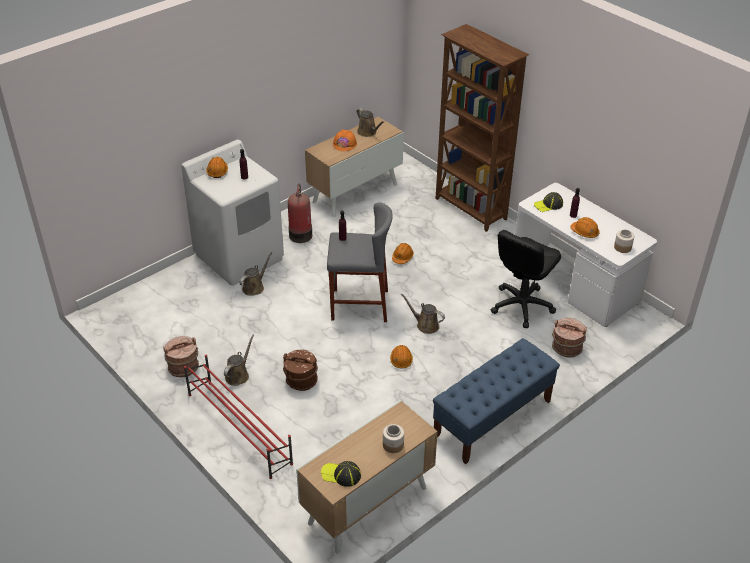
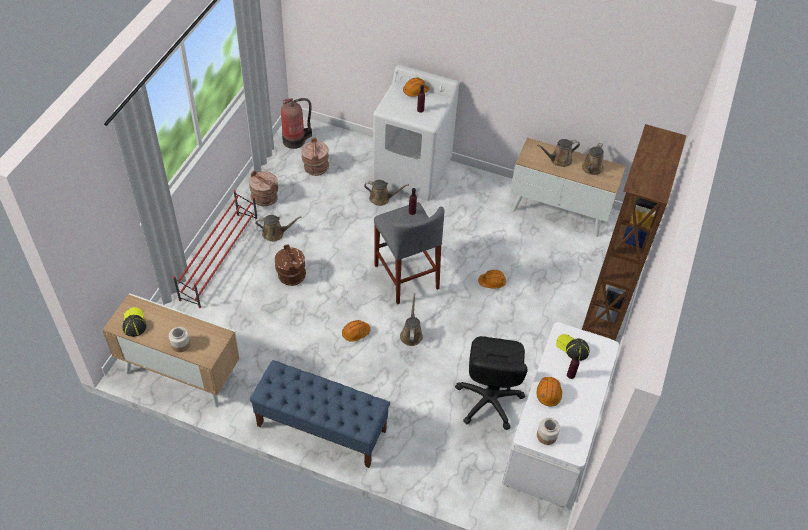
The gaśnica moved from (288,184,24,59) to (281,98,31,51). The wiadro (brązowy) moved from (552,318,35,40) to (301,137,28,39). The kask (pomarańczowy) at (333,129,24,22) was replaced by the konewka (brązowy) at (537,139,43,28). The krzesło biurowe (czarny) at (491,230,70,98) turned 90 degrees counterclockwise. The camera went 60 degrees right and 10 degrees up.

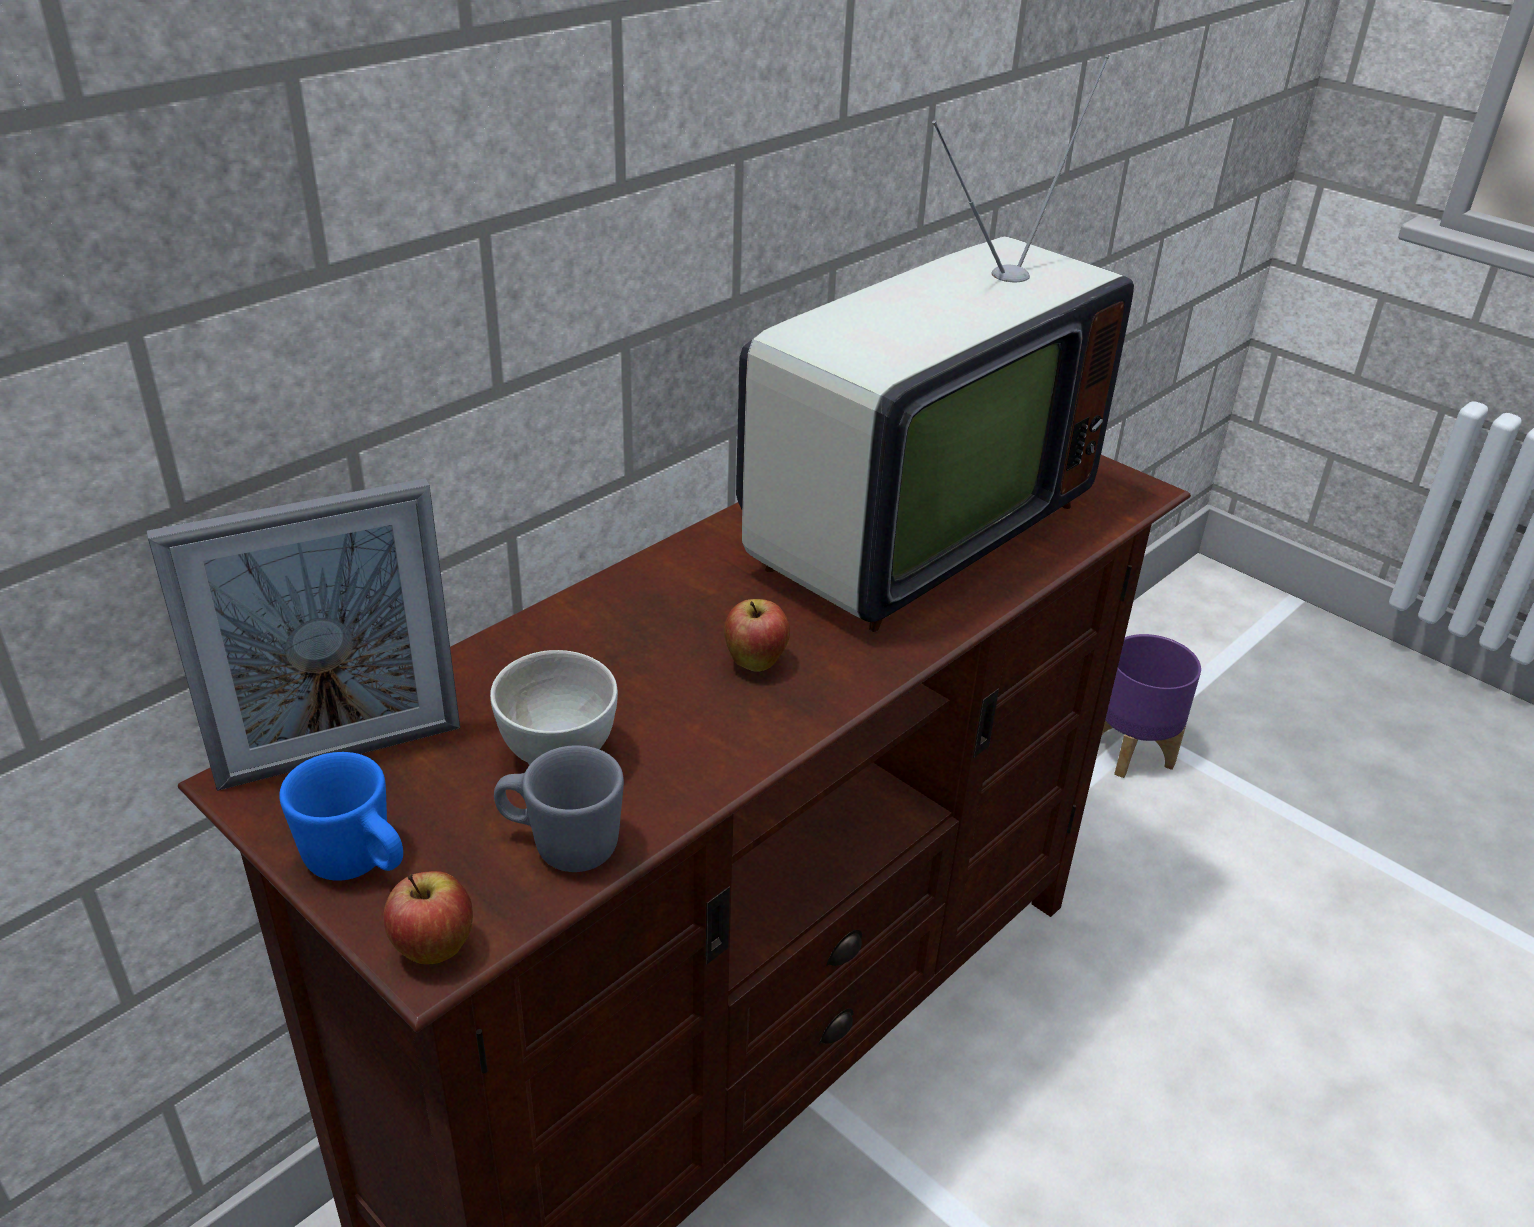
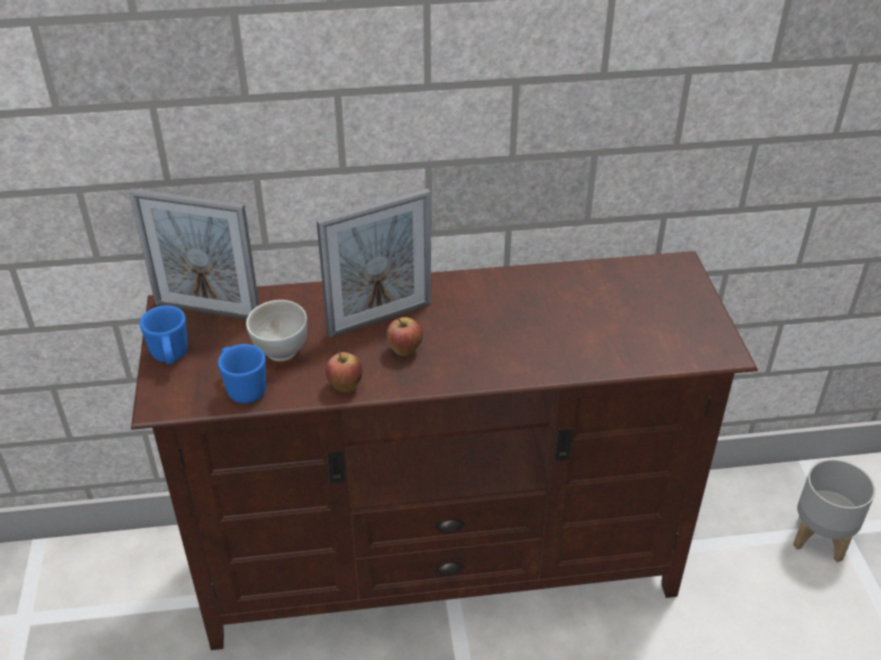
The telewizor at (736,54,398,578) disappeared. The ramka na zdjęcie at (316,188,115,150) appeared. The jabłko moved from (383,871,90,93) to (325,350,38,42). The kubek (szary) at (494,745,130,127) became the kubek (niebieski) at (218,344,48,59). The donica (fioletowy) at (1101,634,100,144) became the donica (szary) at (793,459,82,103). The camera went 40 degrees right and 5 degrees up.

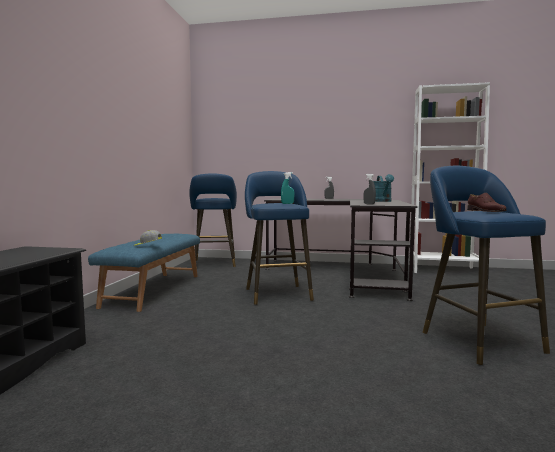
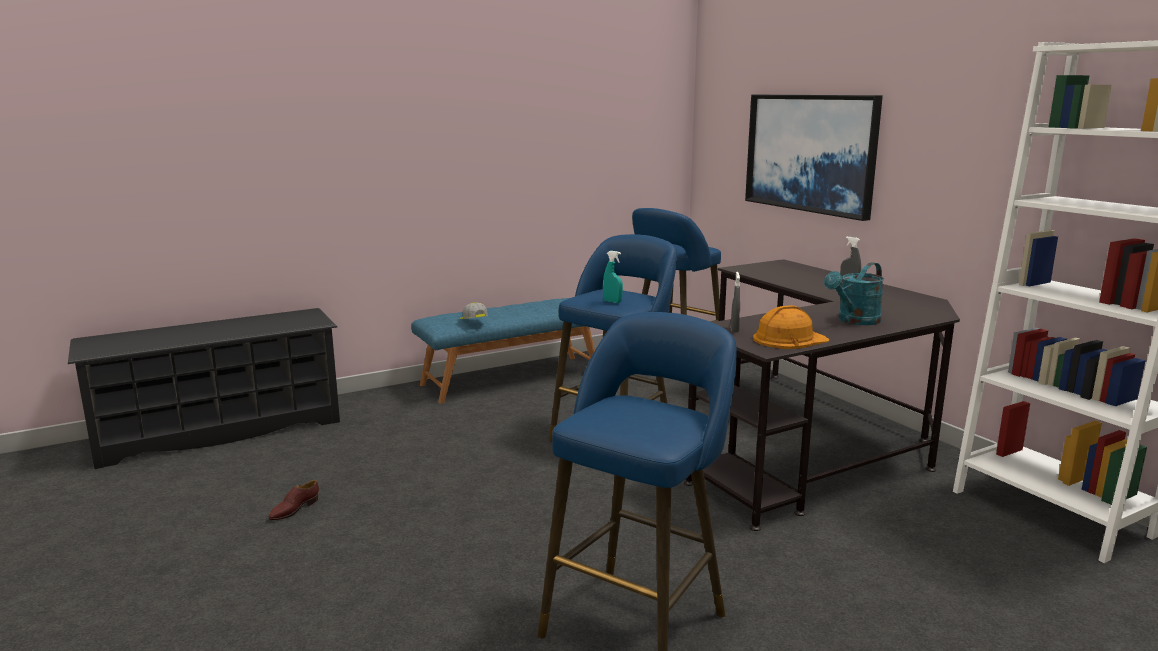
The obraz at (745,95,138,126) appeared. The kask (pomarańczowy) at (753,305,77,44) appeared. The but (brązowy) moved from (467,193,40,19) to (268,480,51,40). The camera went 50 degrees right and 10 degrees up.

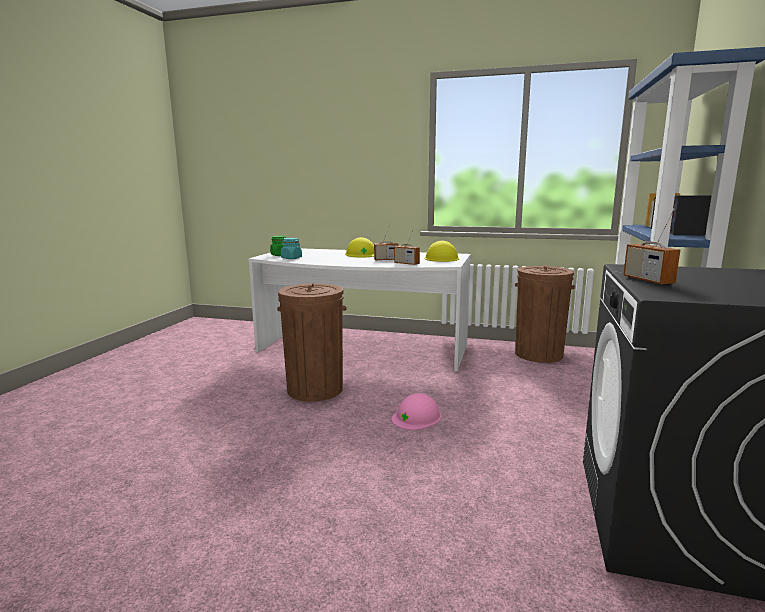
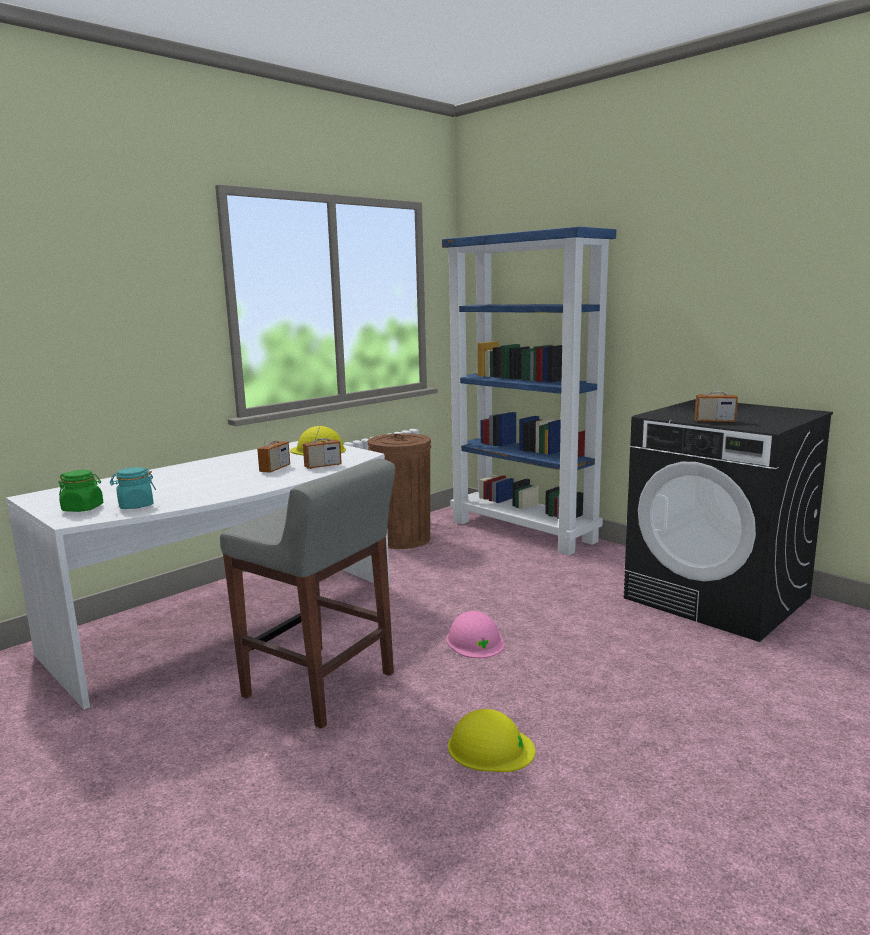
The kask (żółty) moved from (345,237,29,20) to (448,709,88,63). The kosz na śmieci (brązowy) at (277,283,70,118) was replaced by the stołek (szary) at (220,459,175,270). The camera went 60 degrees left and 0 degrees up.

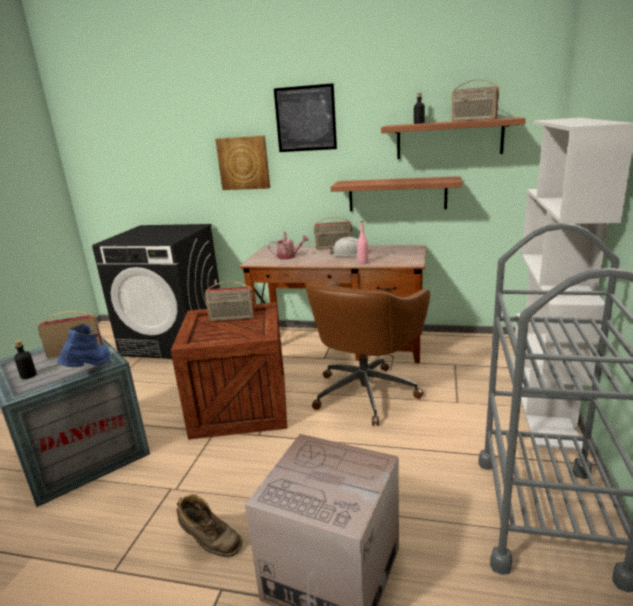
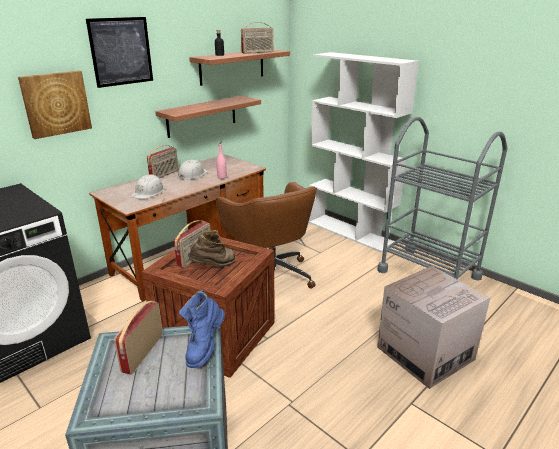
The butelka (czarny) at (14,340,23,39) disappeared. The but z cholewką (brązowy) moved from (177,494,66,63) to (188,230,48,37). The konewka at (268,231,41,29) was replaced by the kask (biały) at (131,174,33,25). The but z cholewką (niebieski) at (57,324,54,43) turned 120 degrees counterclockwise. The camera went 60 degrees left and 5 degrees up.

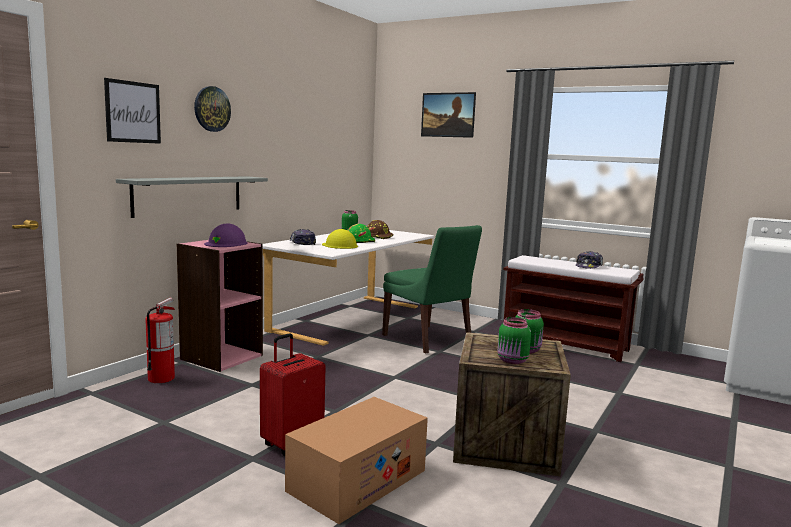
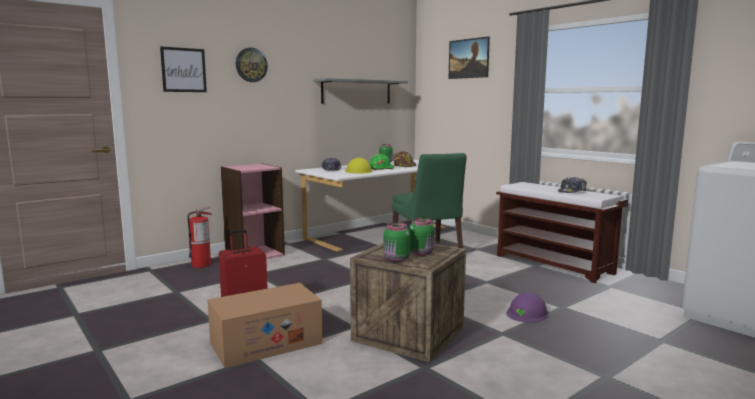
The półka (szary) moved from (116,176,152,42) to (313,78,95,26). The kask (fioletowy) moved from (204,223,44,24) to (506,292,43,31). The camera went 20 degrees right and 0 degrees up.

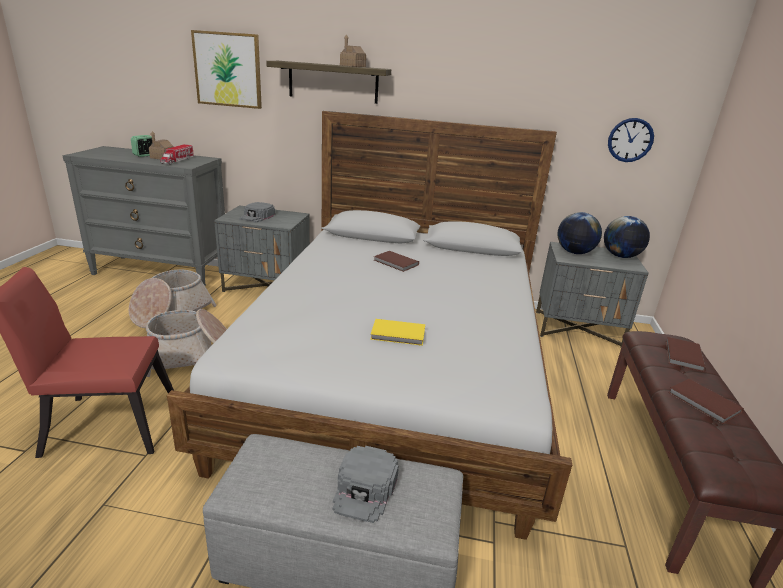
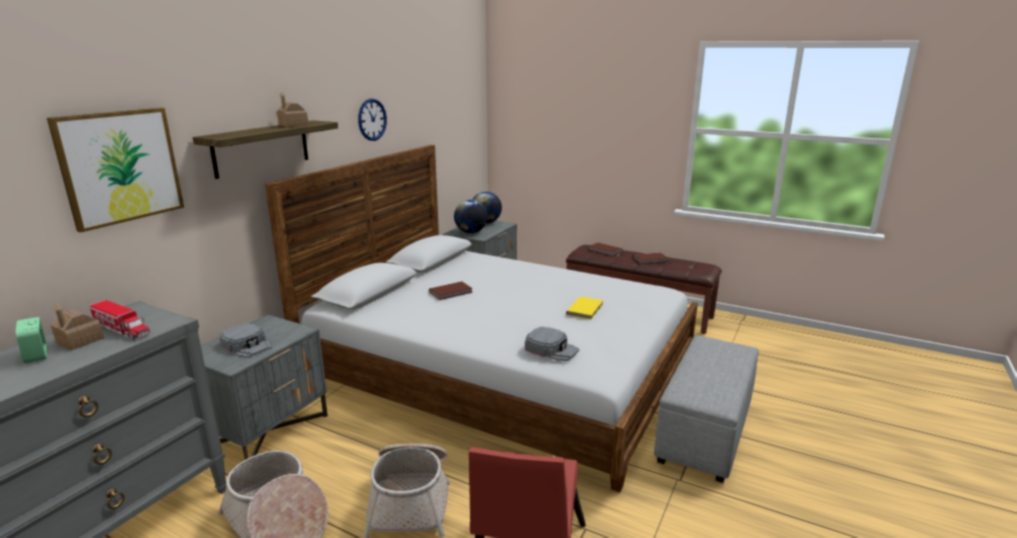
The czapka z daszkiem (szary) moved from (332,446,67,77) to (525,326,54,35). The zegar ścienny moved from (608,118,46,44) to (358,99,29,42). The camera went 70 degrees left and 5 degrees down.

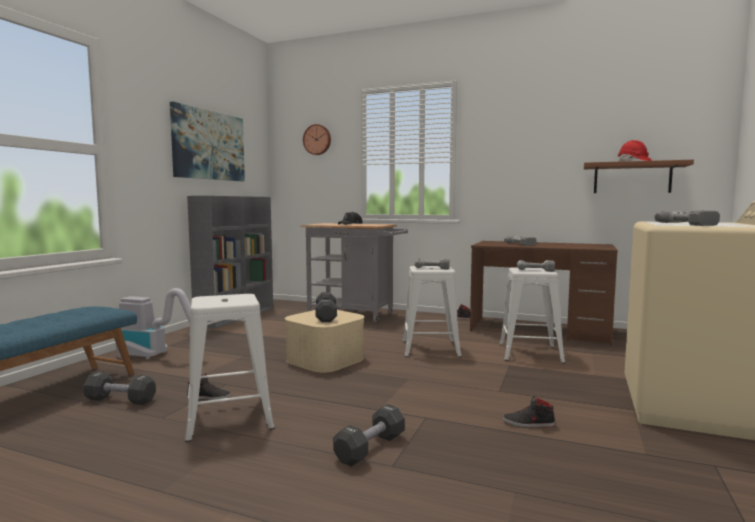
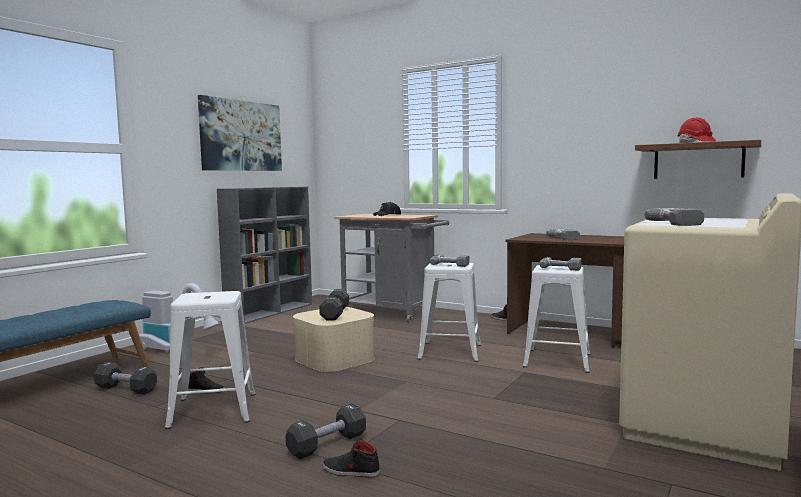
The zegar ścienny at (303,124,28,31) disappeared. The but (czarny) moved from (503,396,52,31) to (322,439,58,39). The camera went 10 degrees right and 0 degrees up.

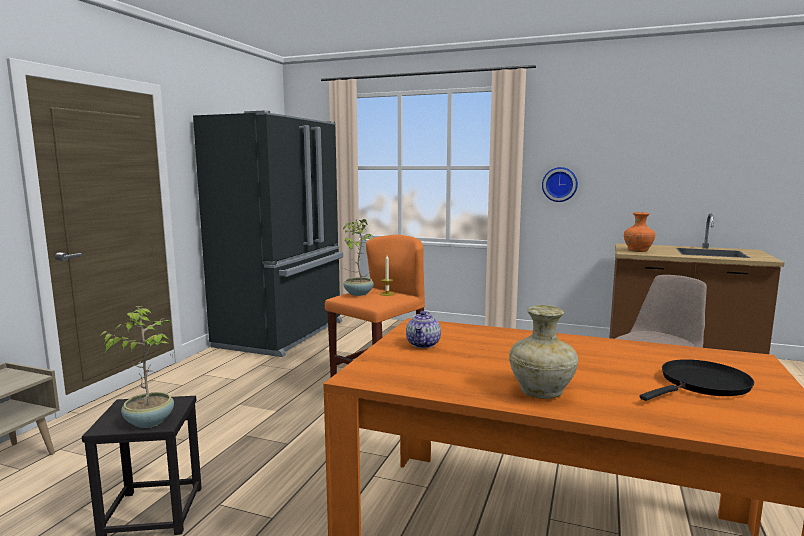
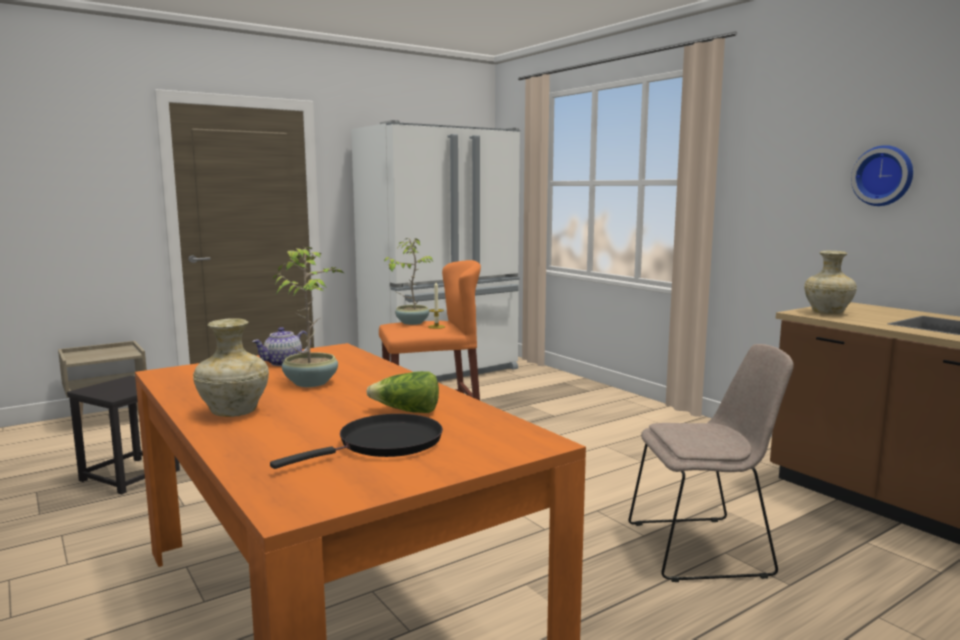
The sałata at (366,371,73,42) appeared. The roślina doniczkowa moved from (101,306,73,122) to (273,247,71,140). The zegar ścienny moved from (542,167,36,35) to (851,145,62,61). The lodówka (czarny) at (193,111,150,246) became the lodówka (biały) at (351,120,169,261). The wazon (pomarańczowy) at (624,212,31,40) became the wazon (beżowy) at (804,251,53,63). The patelnia (czarny) at (640,359,114,42) turned 45 degrees counterclockwise. The camera went 35 degrees right and 0 degrees up.

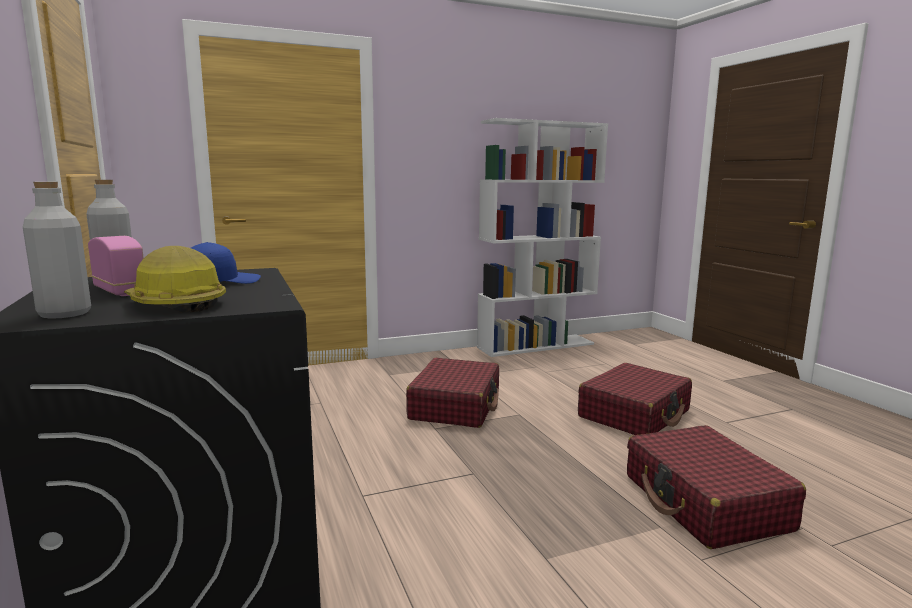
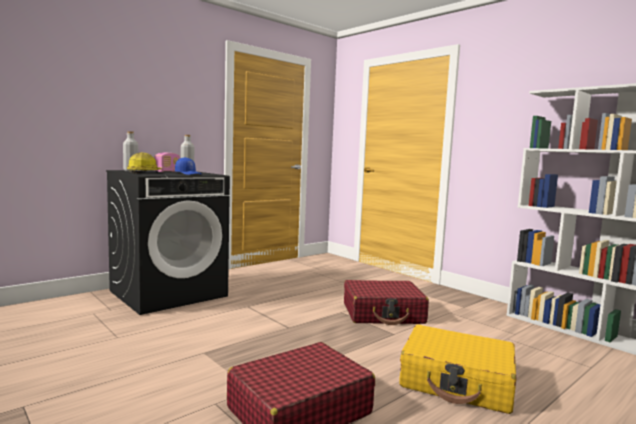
The walizka (czerwony) at (578,363,114,72) became the walizka (żółty) at (399,324,117,90). The camera went 70 degrees right and 5 degrees down.

